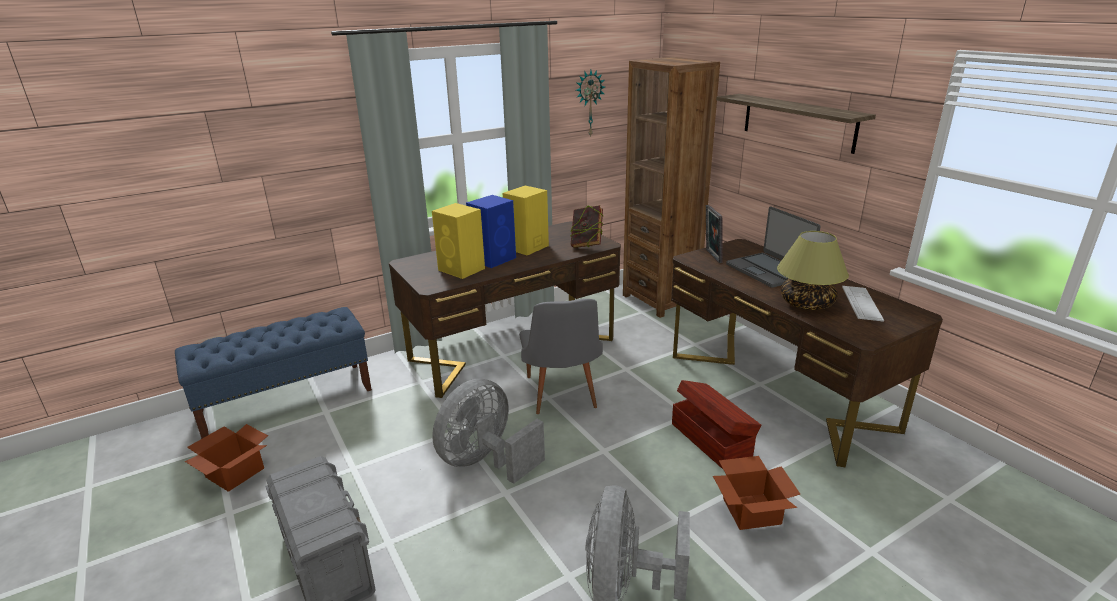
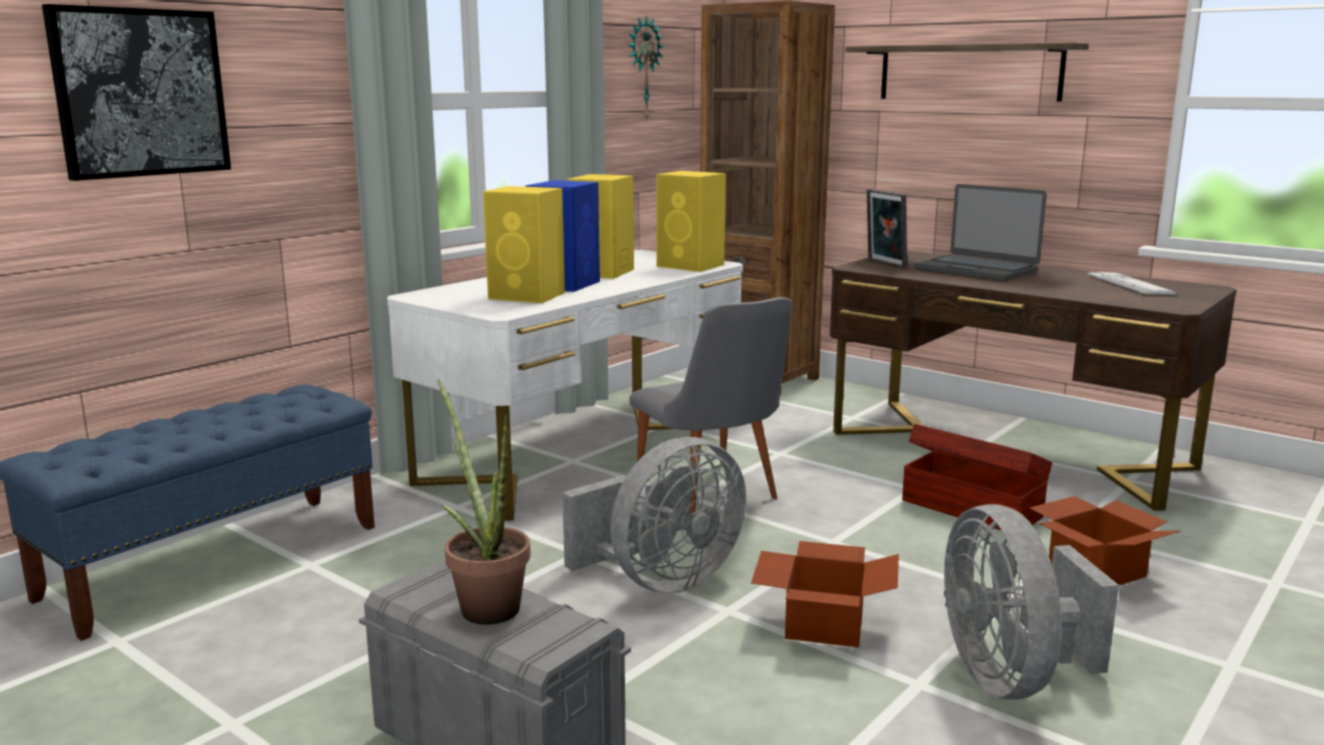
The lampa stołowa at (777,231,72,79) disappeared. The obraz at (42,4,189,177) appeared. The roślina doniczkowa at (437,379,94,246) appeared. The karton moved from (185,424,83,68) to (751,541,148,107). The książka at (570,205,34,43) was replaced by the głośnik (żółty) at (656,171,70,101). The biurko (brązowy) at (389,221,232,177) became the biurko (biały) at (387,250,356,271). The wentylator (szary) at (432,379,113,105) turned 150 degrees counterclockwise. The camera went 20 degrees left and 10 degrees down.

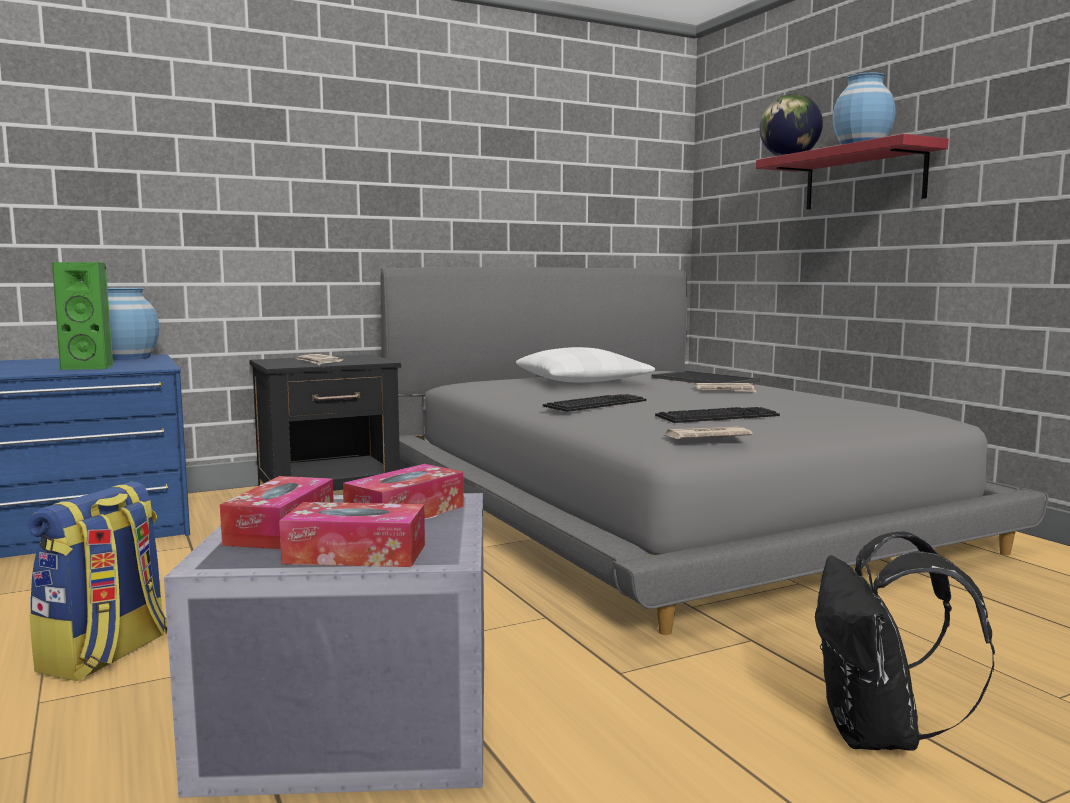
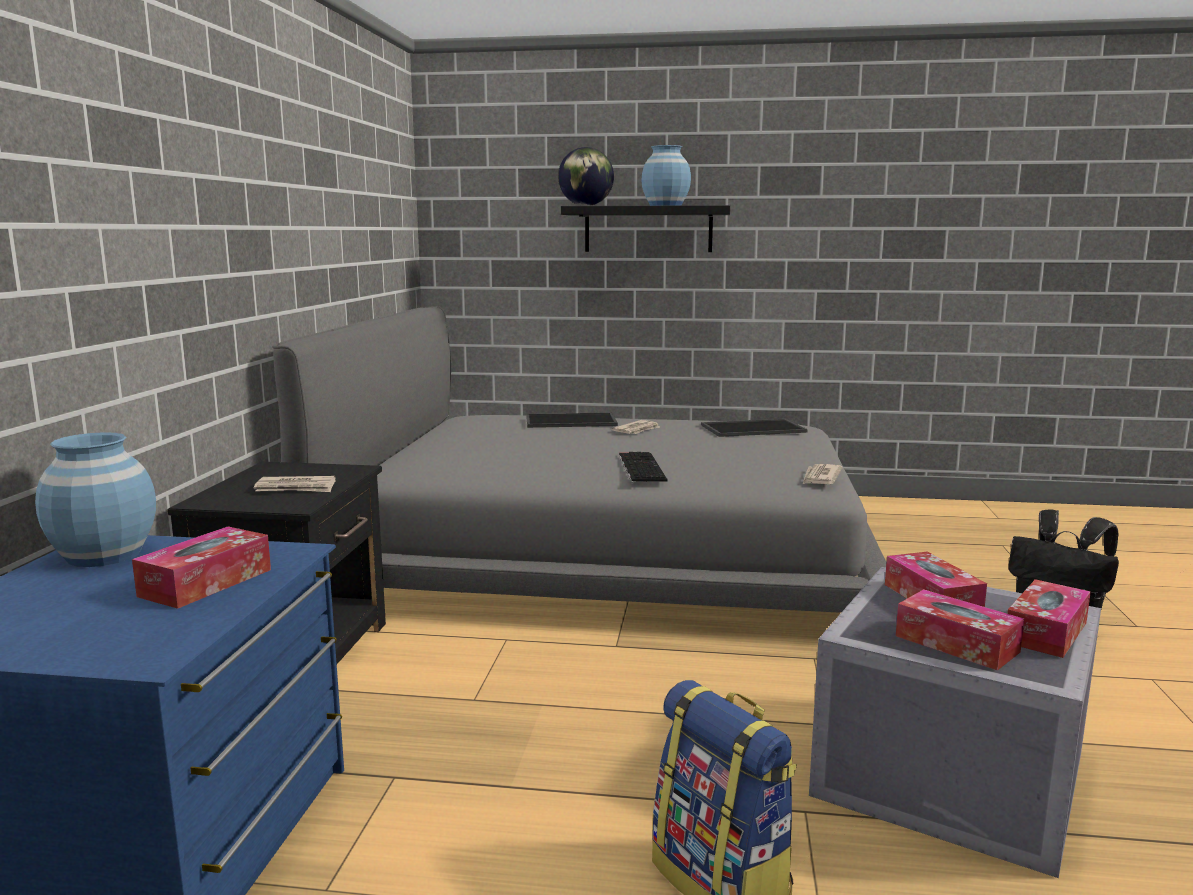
The poduszka (biały) at (516,347,139,36) disappeared. The klawiatura at (655,407,125,16) disappeared. The taca at (701,419,107,18) appeared. The głośnik (zielony) at (52,262,61,108) was replaced by the pudełko chusteczek at (132,526,139,83). The półka (czerwony) at (756,134,193,76) became the półka (czarny) at (561,205,169,47). The camera went 55 degrees left and 5 degrees up.

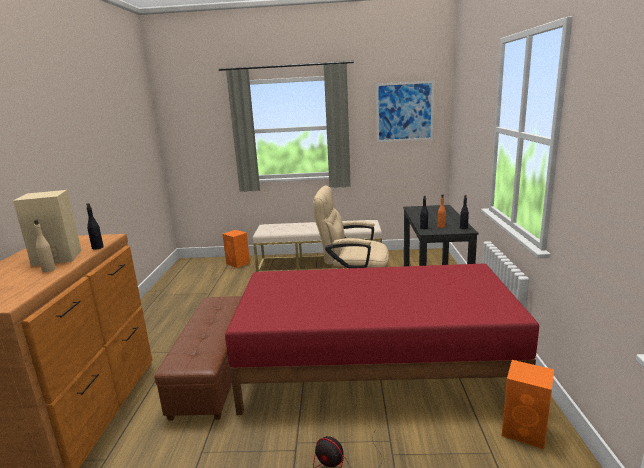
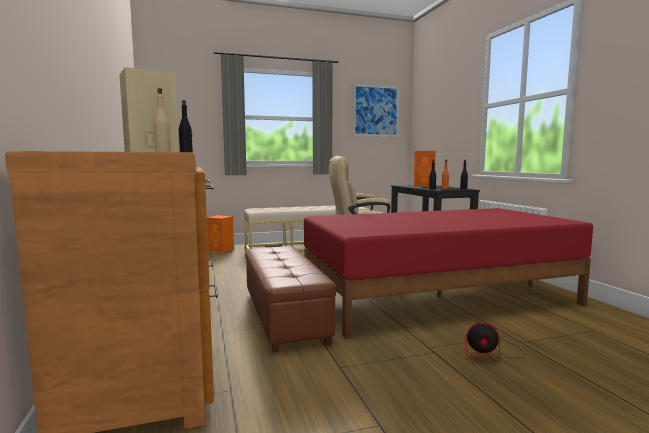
The głośnik (pomarańczowy) moved from (502,360,52,89) to (413,151,23,36). The camera went 20 degrees left and 10 degrees down.

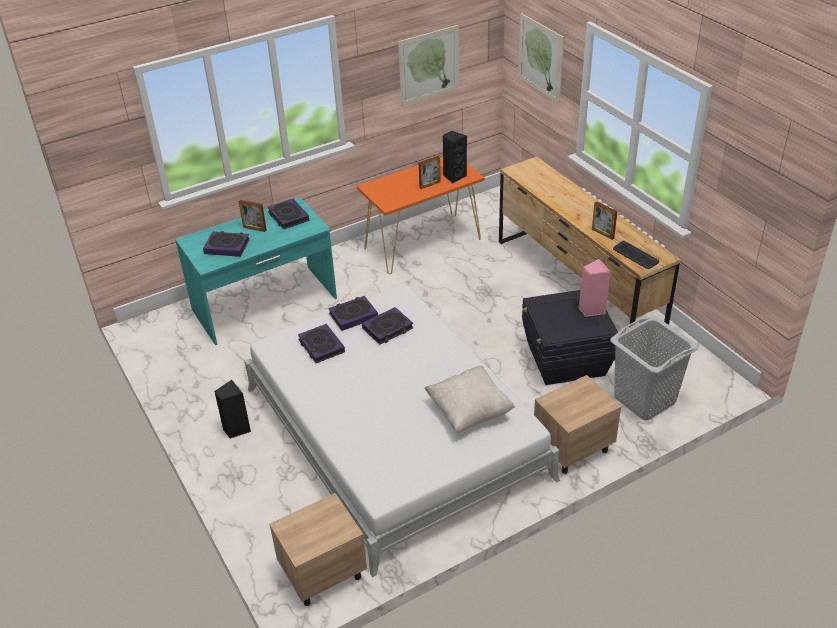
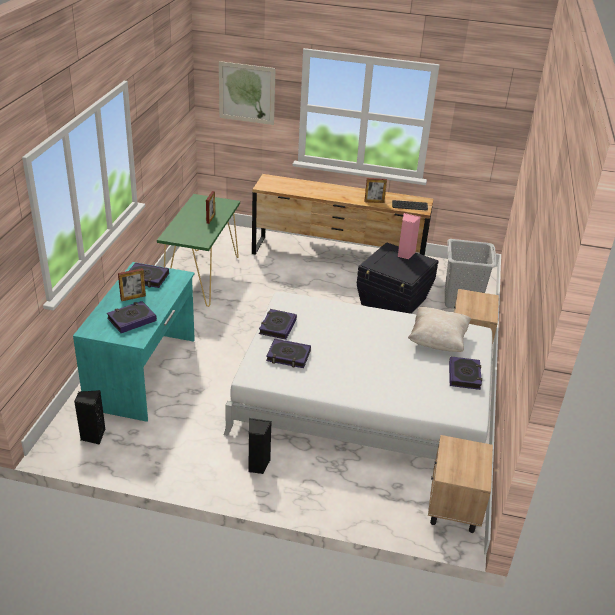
The obraz at (398,25,61,81) disappeared. The książka moved from (362,307,51,38) to (449,356,33,34). The głośnik (czarny) moved from (443,131,24,52) to (74,390,31,55). The stolik konsolowy (pomarańczowy) at (357,157,128,117) became the stolik konsolowy (zielony) at (157,194,83,113). The camera went 50 degrees left and 5 degrees down.

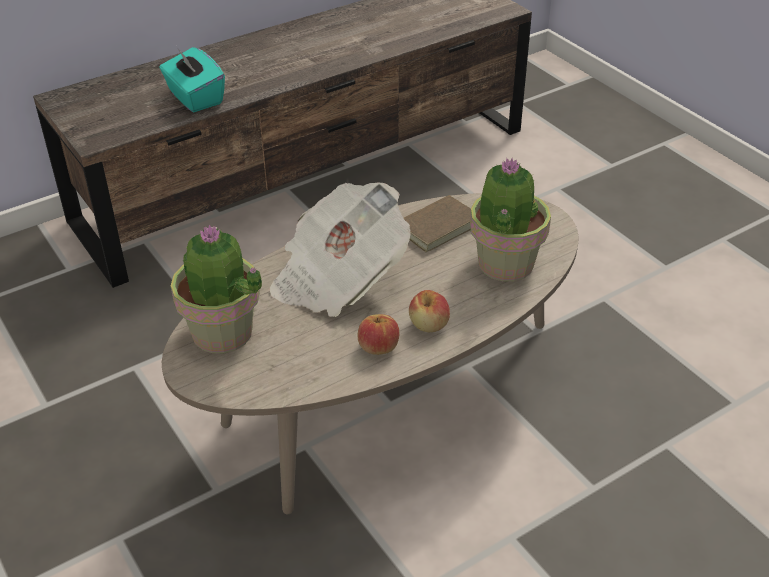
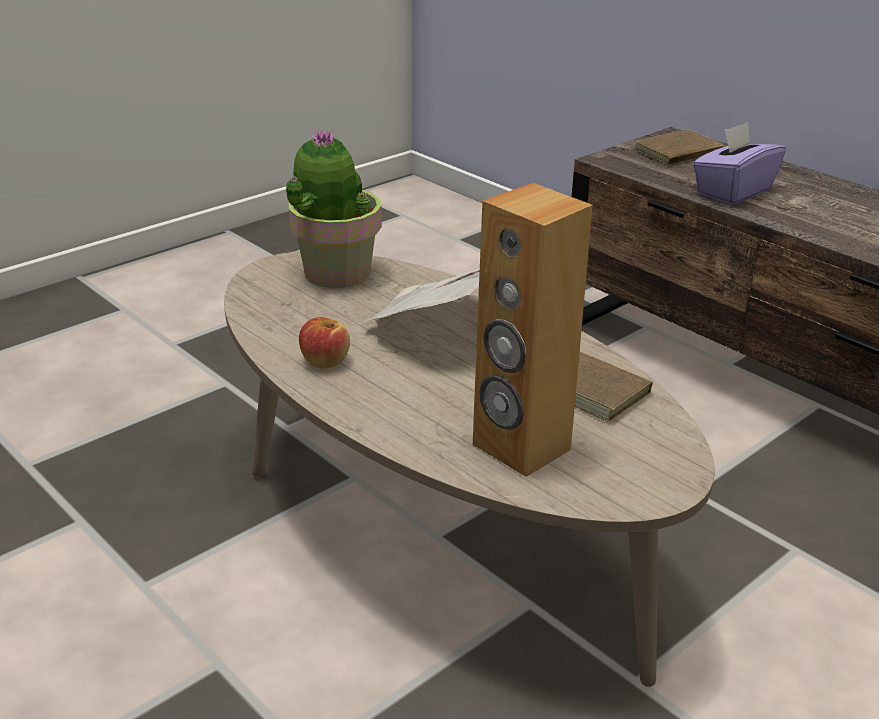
The jabłko at (409,290,41,42) disappeared. The książka (brązowy) at (634,129,94,36) appeared. The roślina doniczkowa at (470,158,81,124) was replaced by the głośnik (brązowy) at (473,183,120,294). The pudełko chusteczek (turkusowy) at (159,47,66,65) became the pudełko chusteczek (fioletowy) at (693,122,93,83). The camera went 80 degrees right and 10 degrees down.

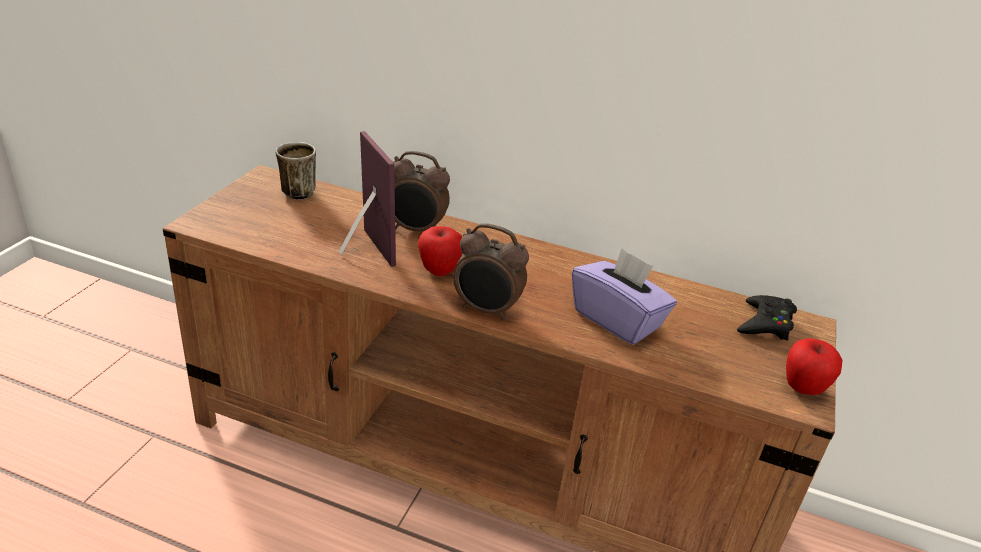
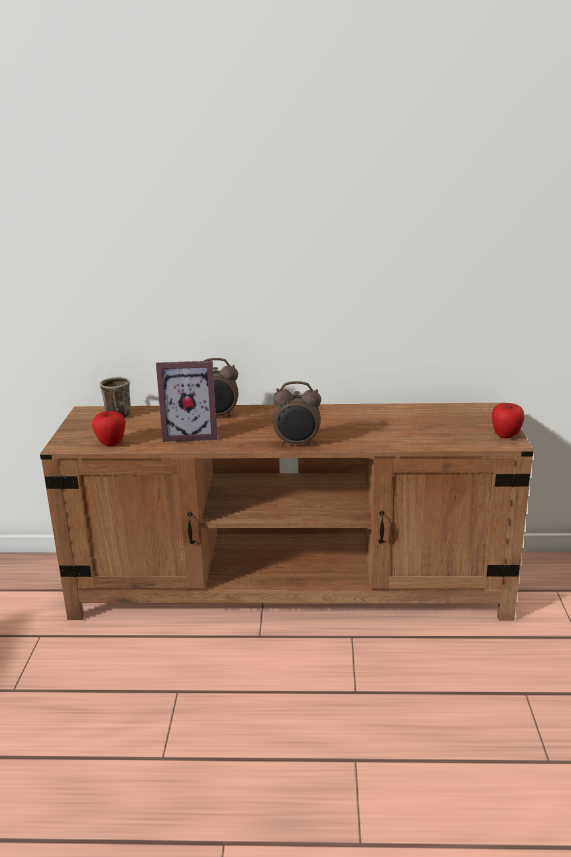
The pudełko chusteczek (fioletowy) at (572,248,105,97) disappeared. The pad do gier (czarny) at (737,295,60,45) disappeared. The jabłko moved from (418,226,44,50) to (92,411,34,35). The ramka na zdjęcie at (339,131,57,136) turned 135 degrees clockwise. The camera went 15 degrees left and 10 degrees down.

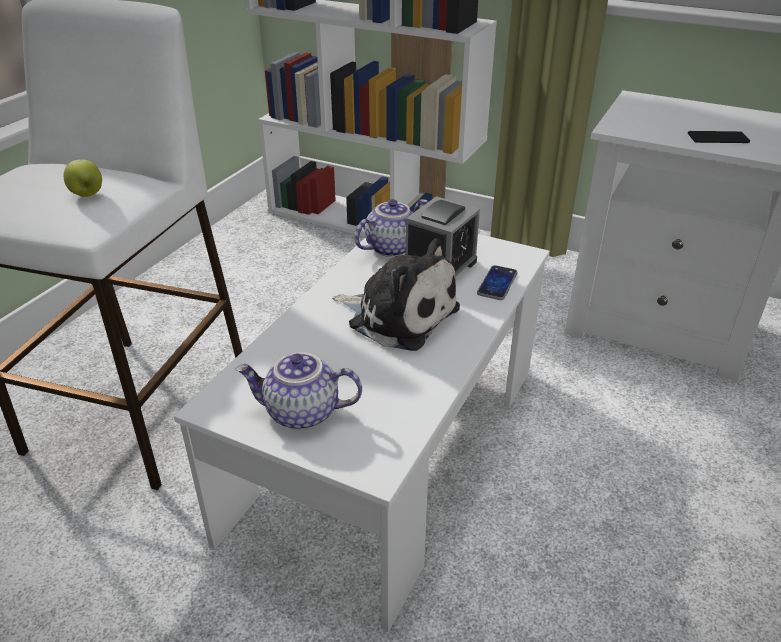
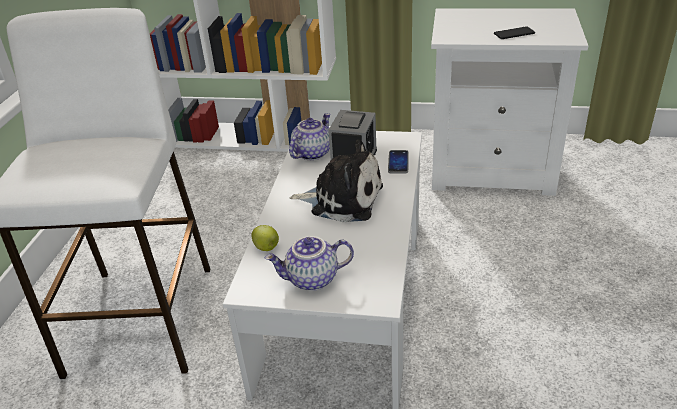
The jabłko moved from (64,159,38,38) to (251,225,28,26). The camera went 15 degrees left and 0 degrees up.

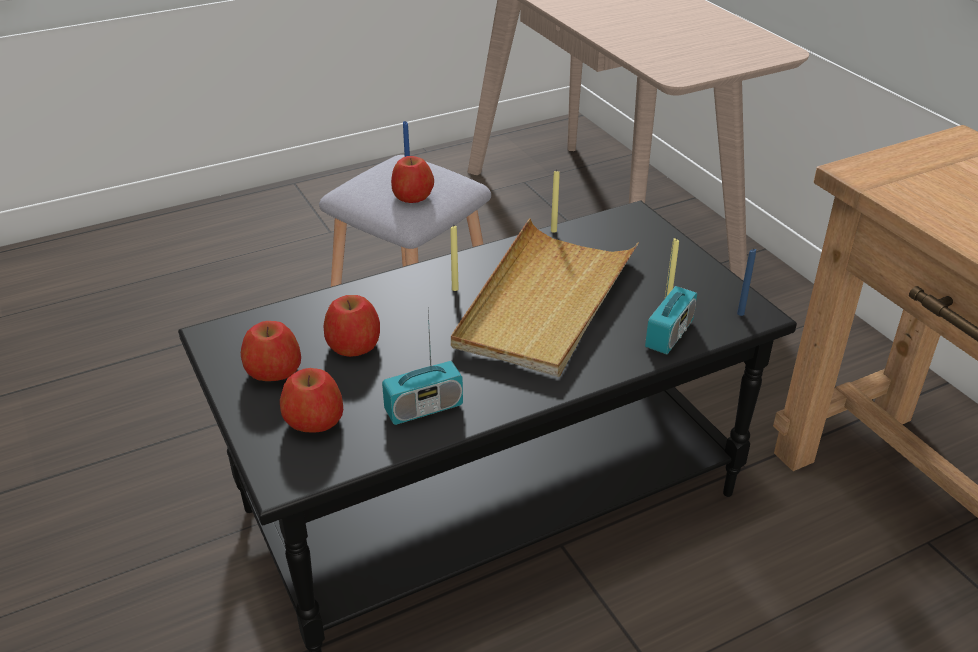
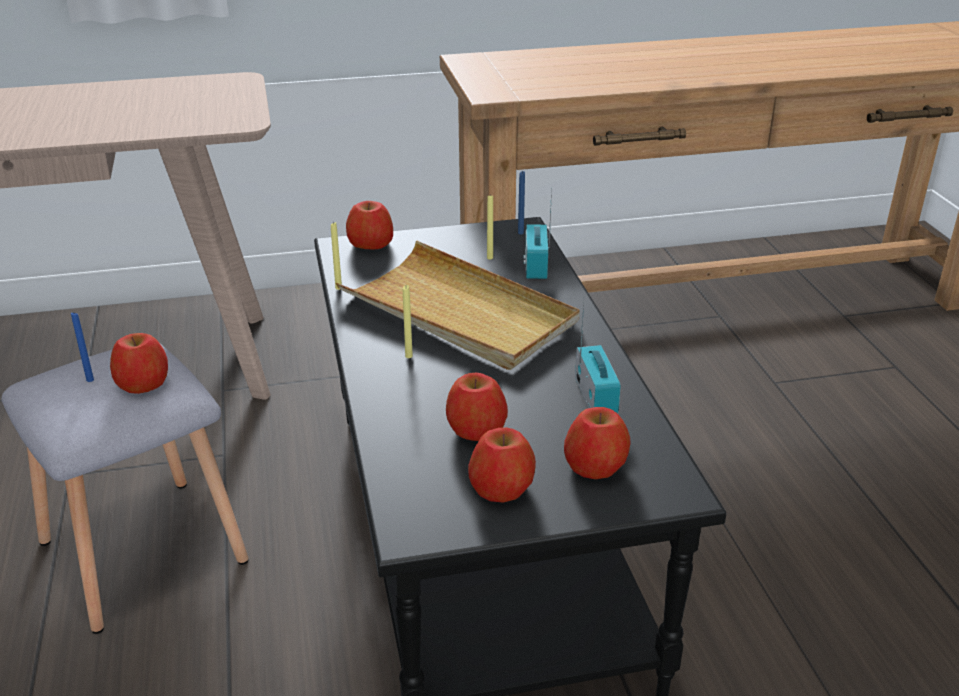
The jabłko at (346,201,47,49) appeared. The radio at (645,240,52,115) turned 135 degrees counterclockwise. The camera went 75 degrees left and 5 degrees down.

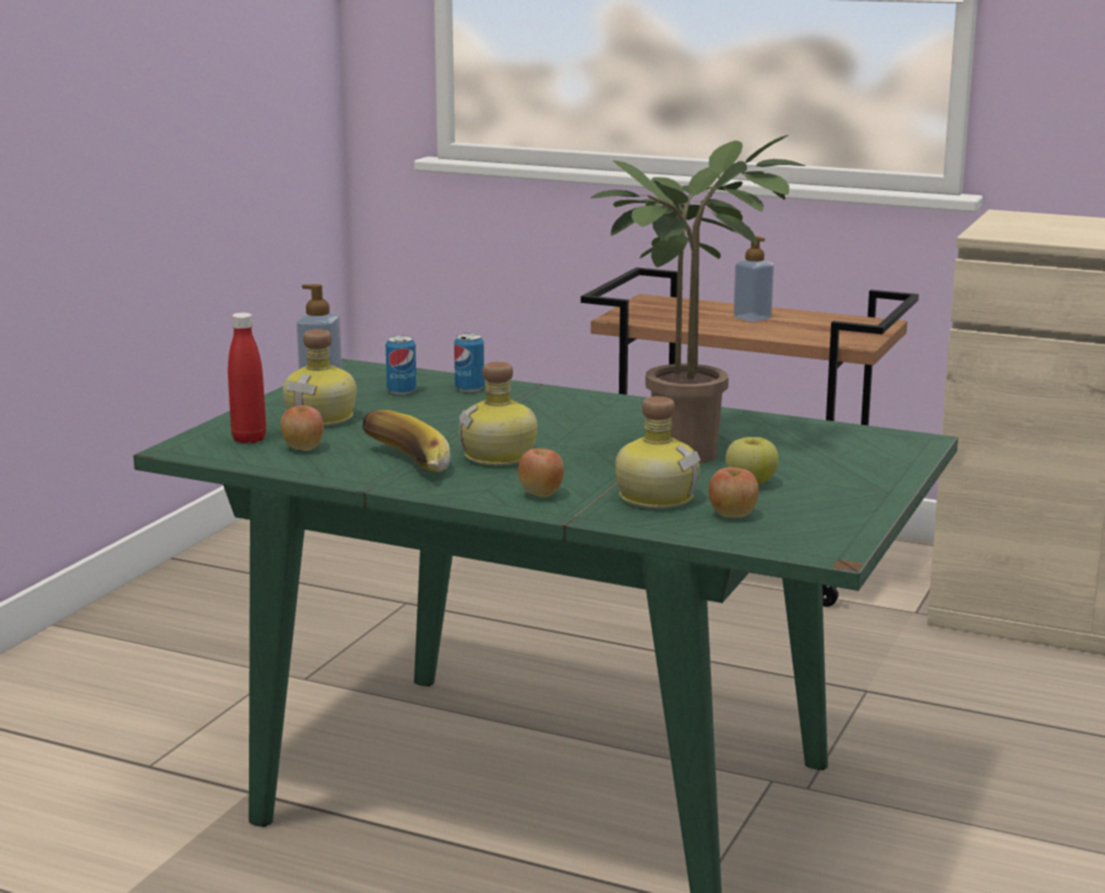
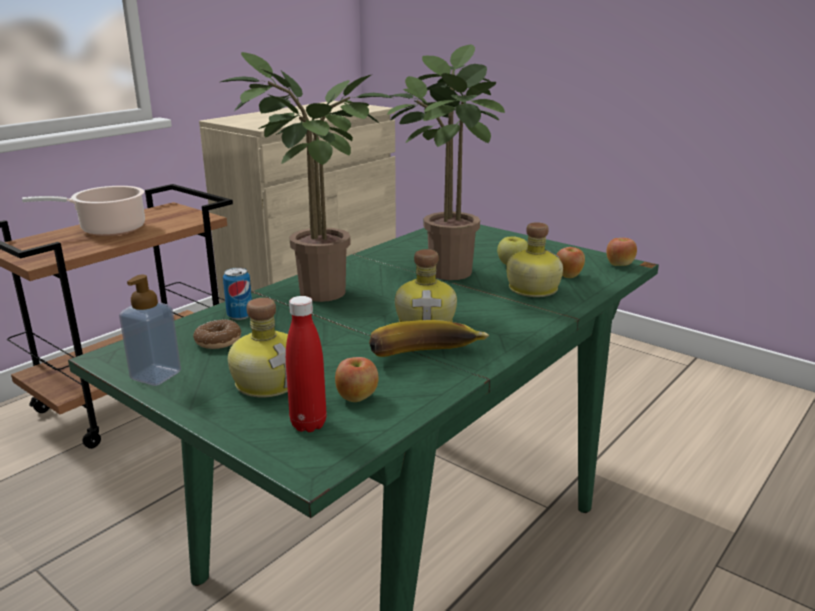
The roślina doniczkowa at (220,52,173,250) appeared. The jabłko moved from (518,448,46,49) to (606,238,31,28). The puszka at (386,335,31,60) was replaced by the donut at (193,319,48,30). The dozownik mydła at (733,236,41,86) was replaced by the garnek at (22,186,123,50). The camera went 75 degrees left and 5 degrees up.

